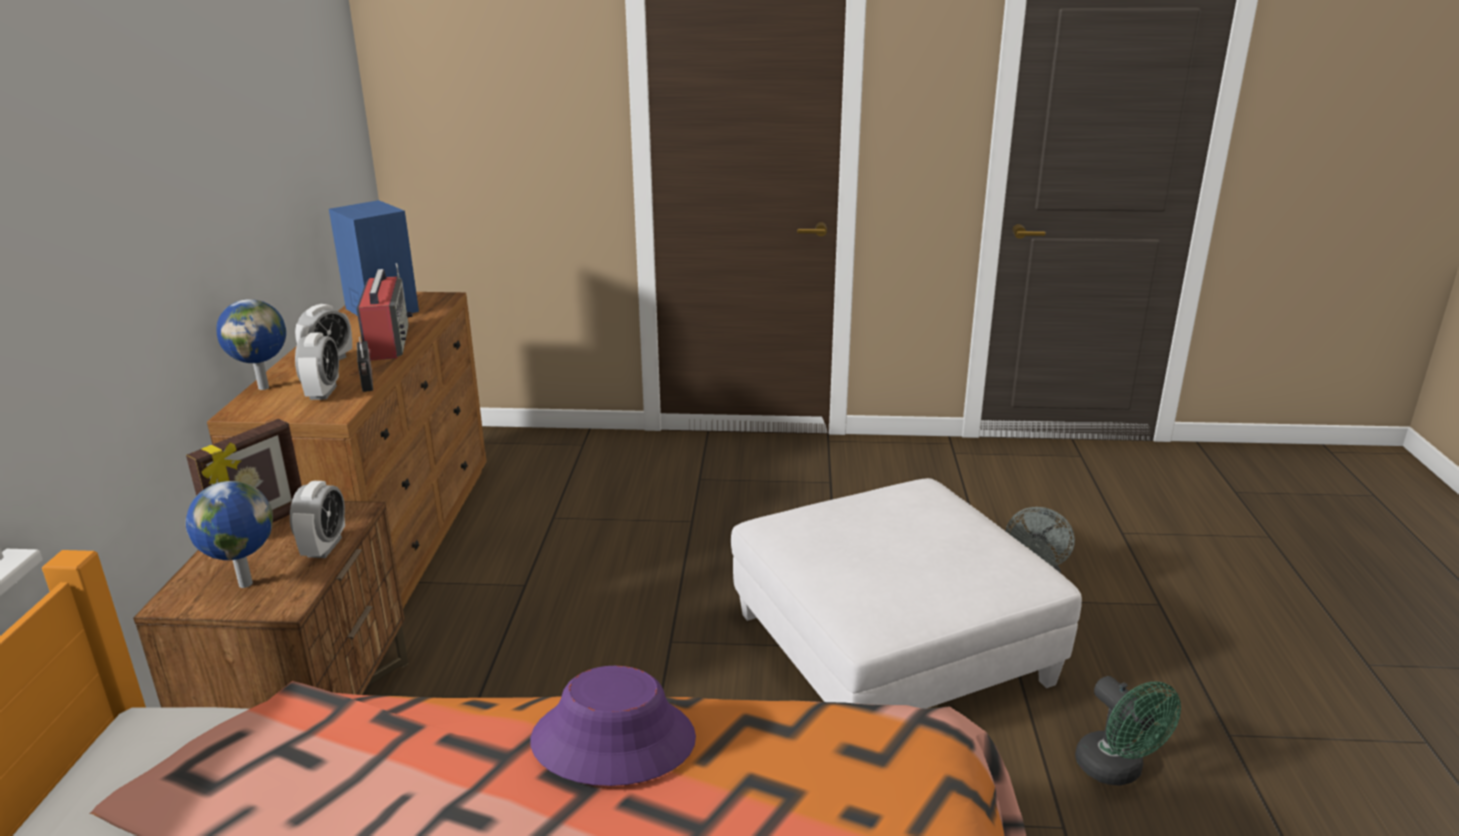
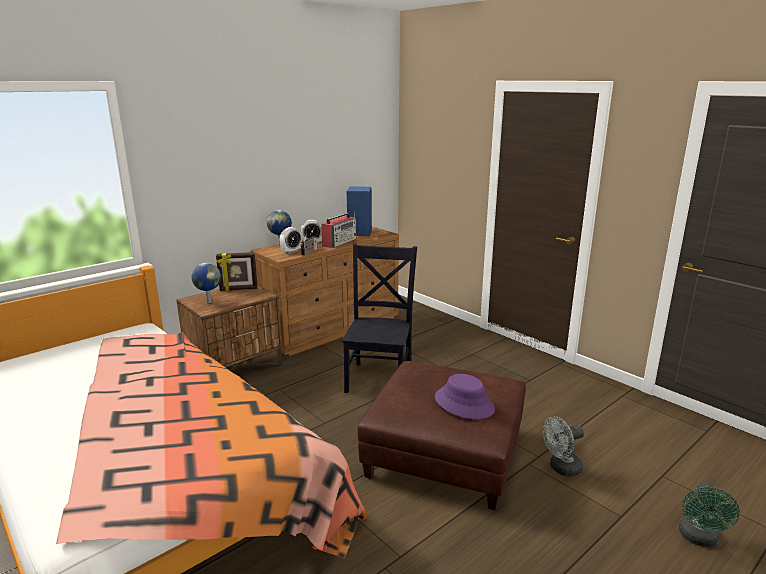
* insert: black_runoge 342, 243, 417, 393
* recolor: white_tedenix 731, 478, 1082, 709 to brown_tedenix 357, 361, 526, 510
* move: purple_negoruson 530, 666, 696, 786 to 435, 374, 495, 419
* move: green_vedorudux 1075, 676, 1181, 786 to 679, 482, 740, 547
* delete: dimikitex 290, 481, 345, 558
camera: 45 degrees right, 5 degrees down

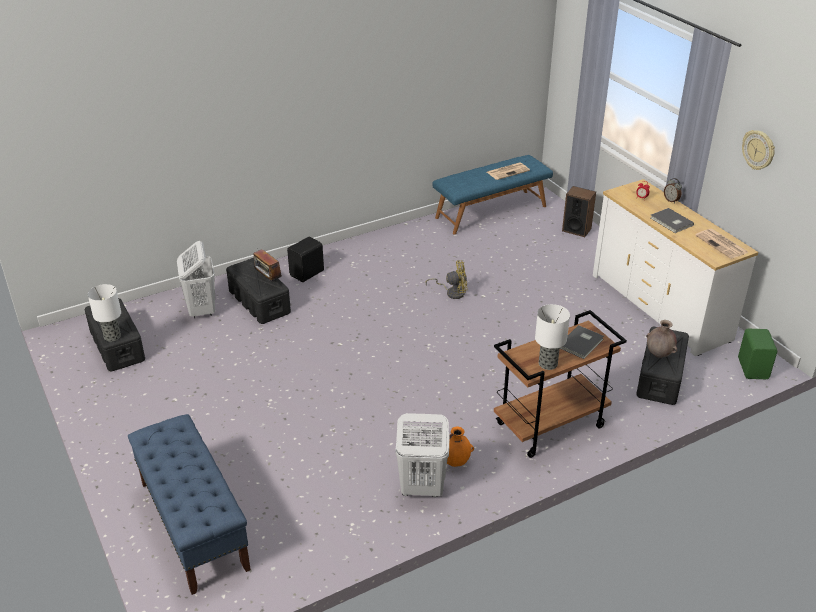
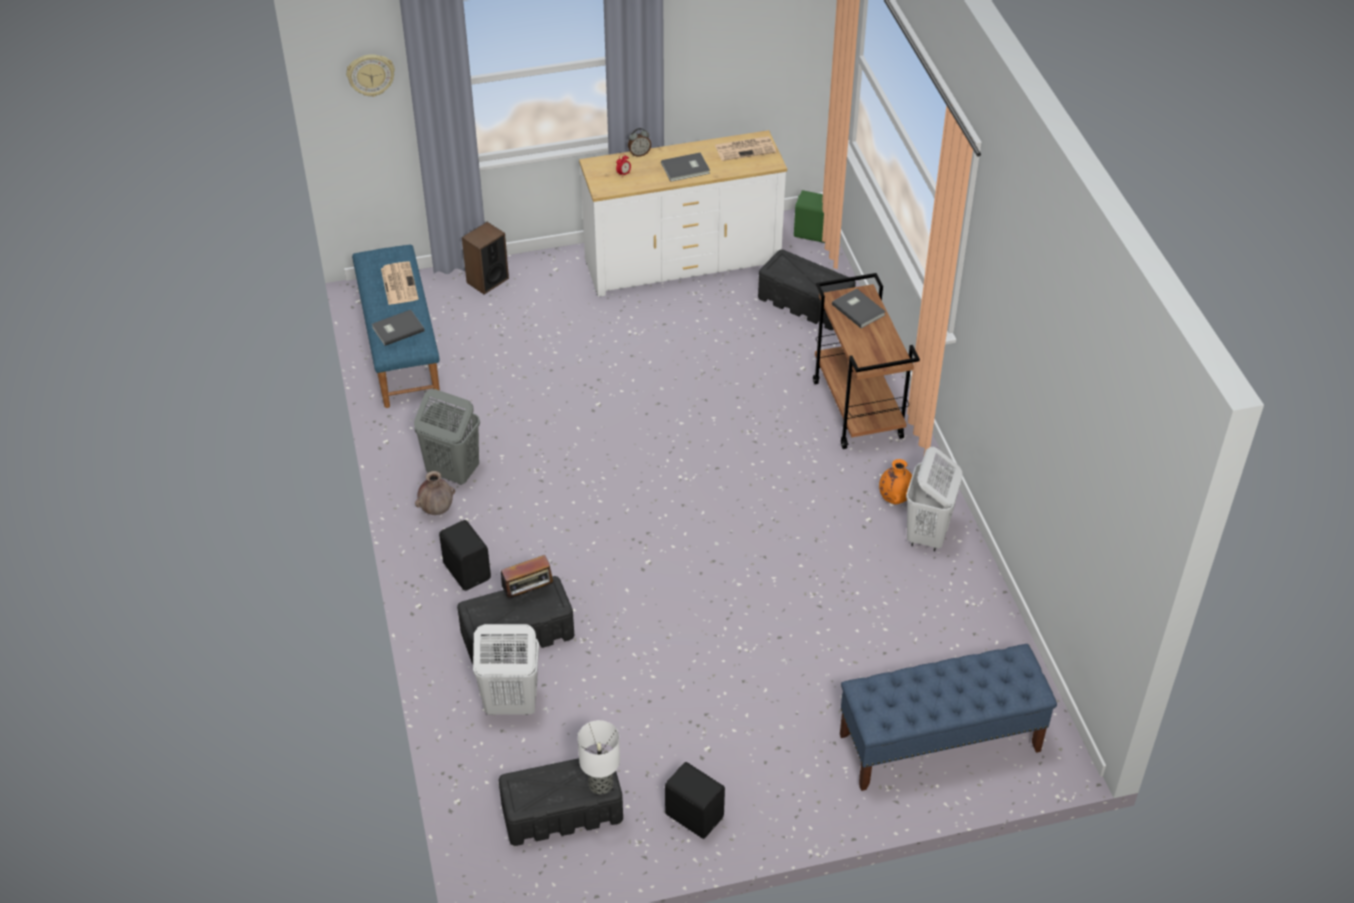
* move: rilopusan 742, 130, 775, 170 to 346, 54, 395, 97
* insert: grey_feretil 372, 310, 425, 346
* insert: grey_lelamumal 414, 389, 480, 485
* move: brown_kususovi 646, 320, 677, 358 to 415, 471, 455, 515
* insert: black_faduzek 665, 762, 725, 839
* delete: yellow_vedorudux 425, 260, 468, 299
* delete: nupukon 535, 304, 570, 370
camera: 75 degrees left, 10 degrees up

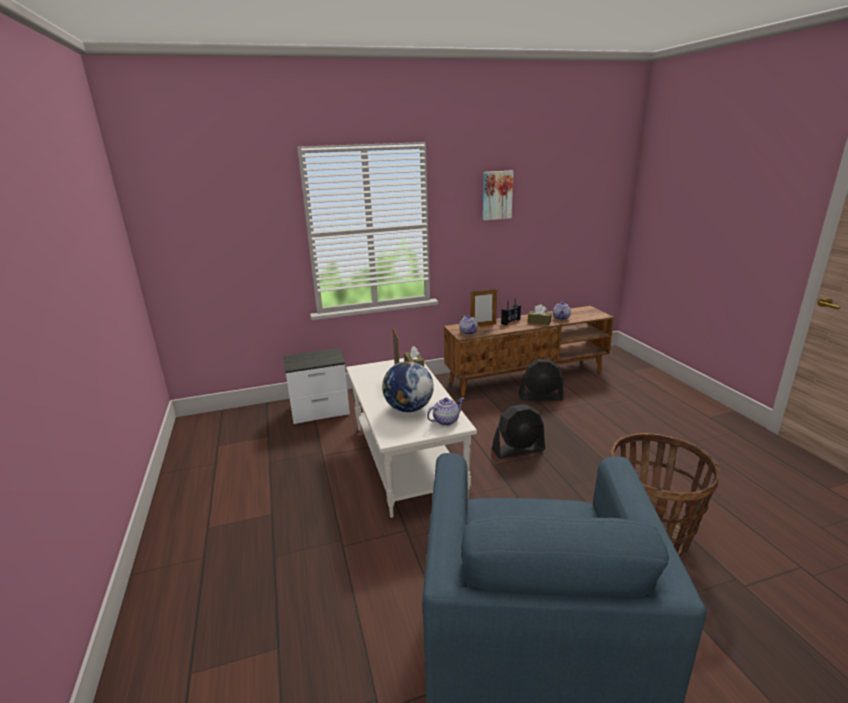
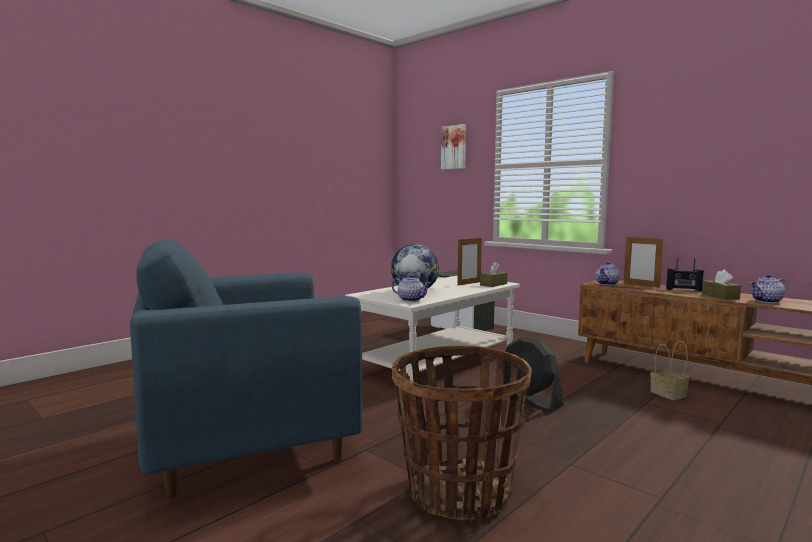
* move: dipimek 483, 171, 514, 220 to 441, 124, 466, 170
* replace: black_vedorudux 519, 359, 564, 401 to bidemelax 650, 341, 689, 400
camera: 60 degrees right, 15 degrees down

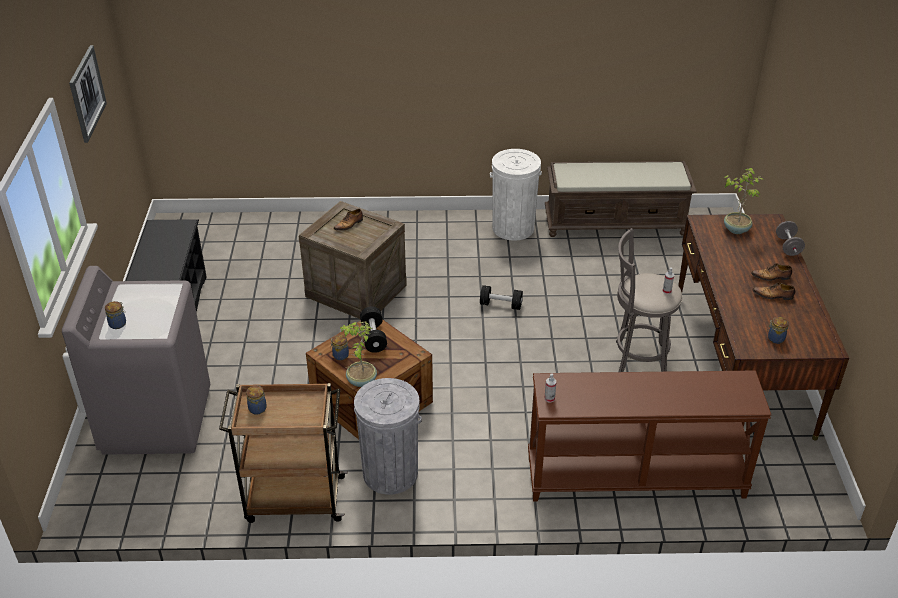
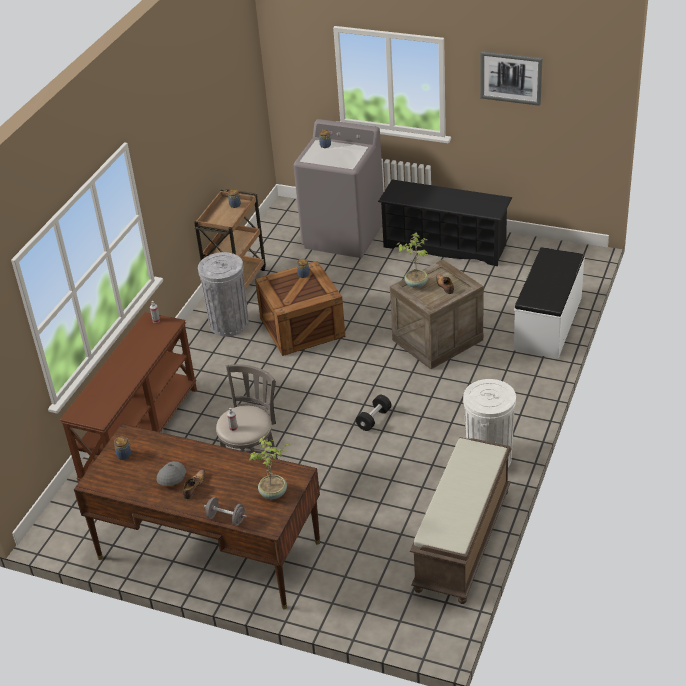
* replace: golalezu 752, 282, 795, 300 to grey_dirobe 157, 461, 186, 486
* move: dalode 340, 322, 377, 387 to 396, 233, 428, 288
* insert: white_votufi 514, 247, 585, 359
* delete: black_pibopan 360, 307, 387, 353
camera: 115 degrees right, 0 degrees up

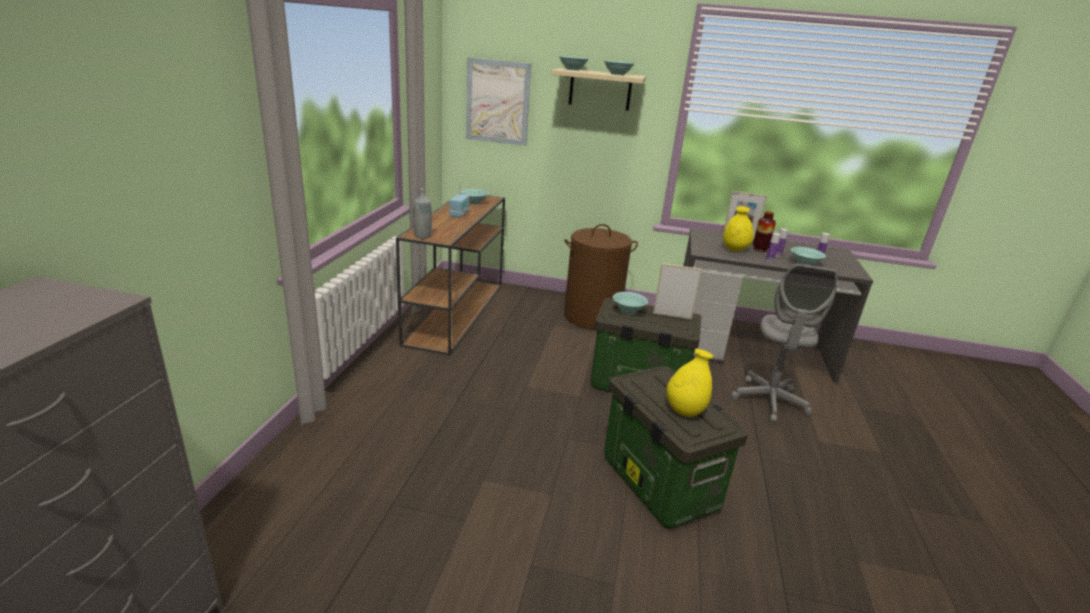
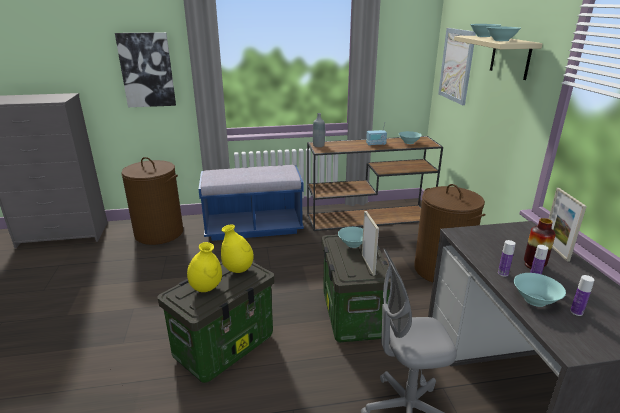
* insert: dipimek 115, 32, 176, 107
* insert: brown_lelamumal 122, 157, 183, 245
* insert: blue_votufi 198, 165, 304, 241
* move: yellow_kususovi 723, 206, 754, 252 to 221, 224, 254, 273
camera: 70 degrees right, 0 degrees up

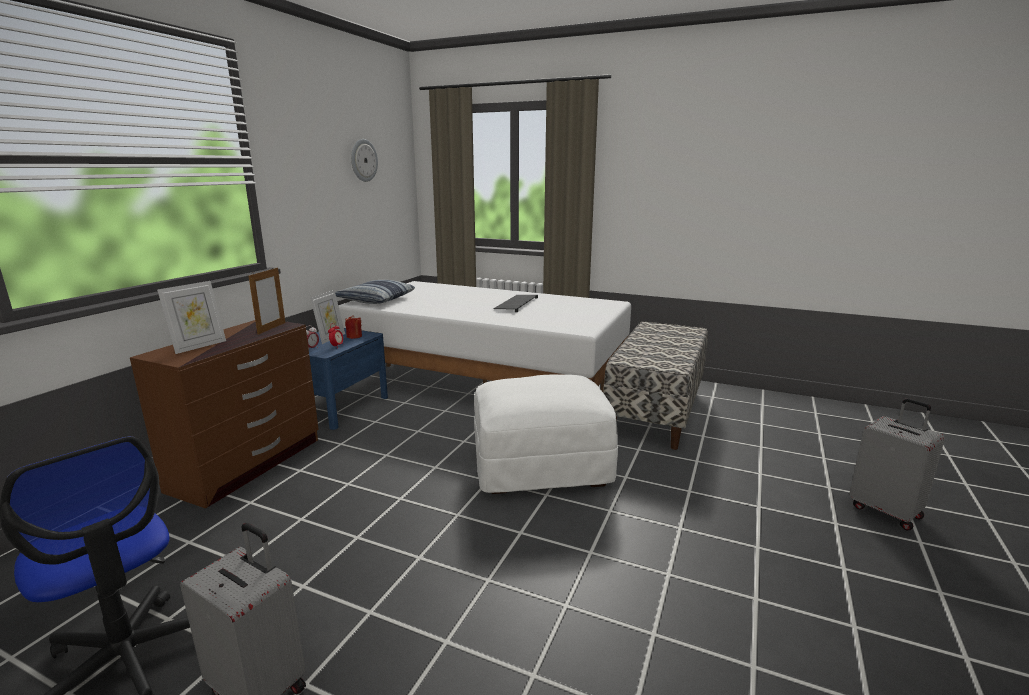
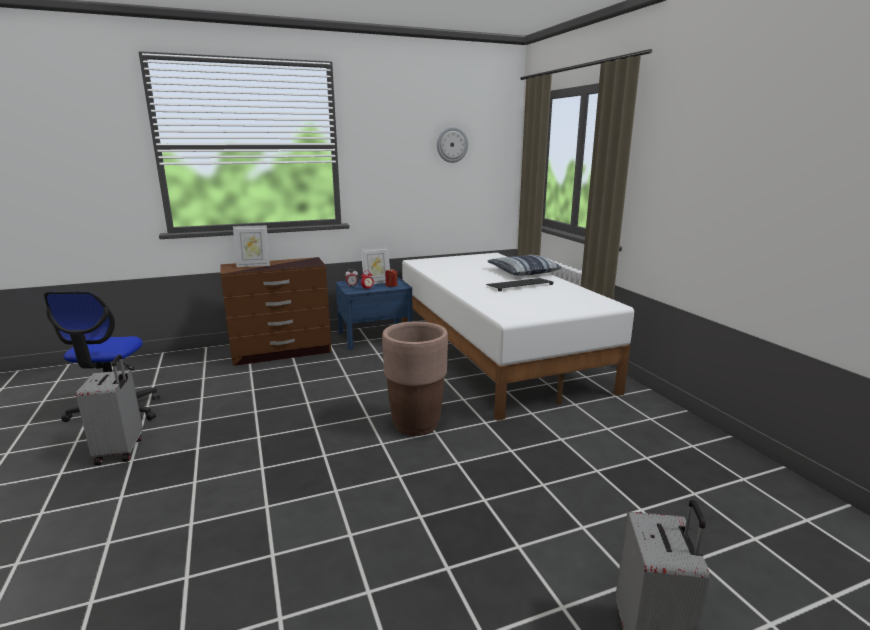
* replace: white_tedenix 474, 374, 618, 494 to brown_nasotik 382, 321, 448, 436
* move: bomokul 335, 280, 415, 304 to 488, 255, 561, 276
* delete: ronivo 249, 267, 285, 335
* delete: votufi 603, 321, 708, 450
camera: 45 degrees right, 0 degrees up

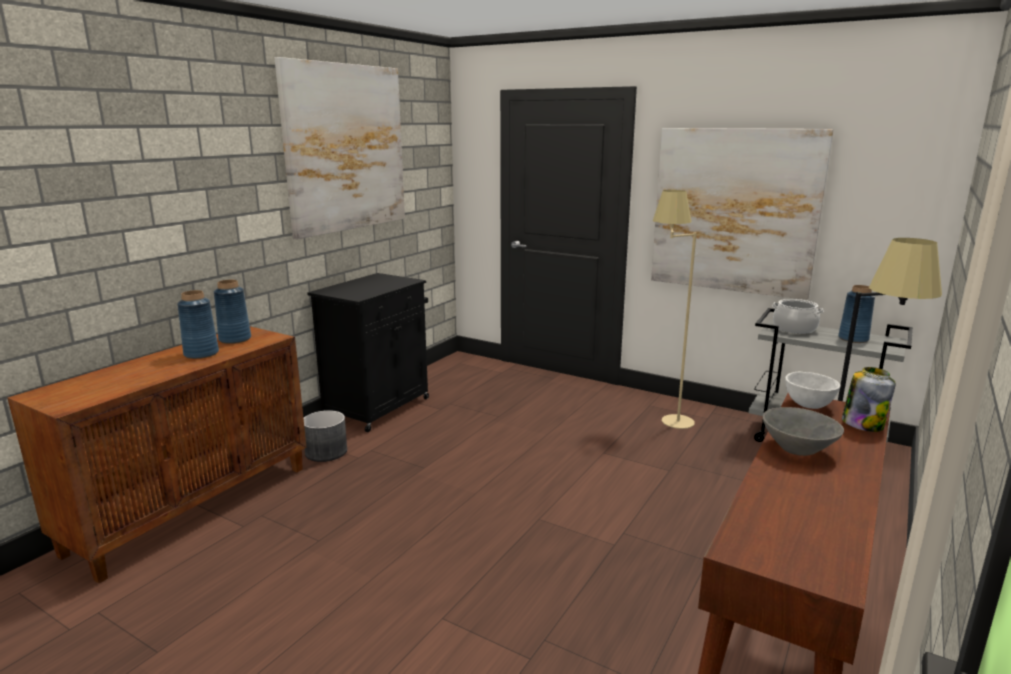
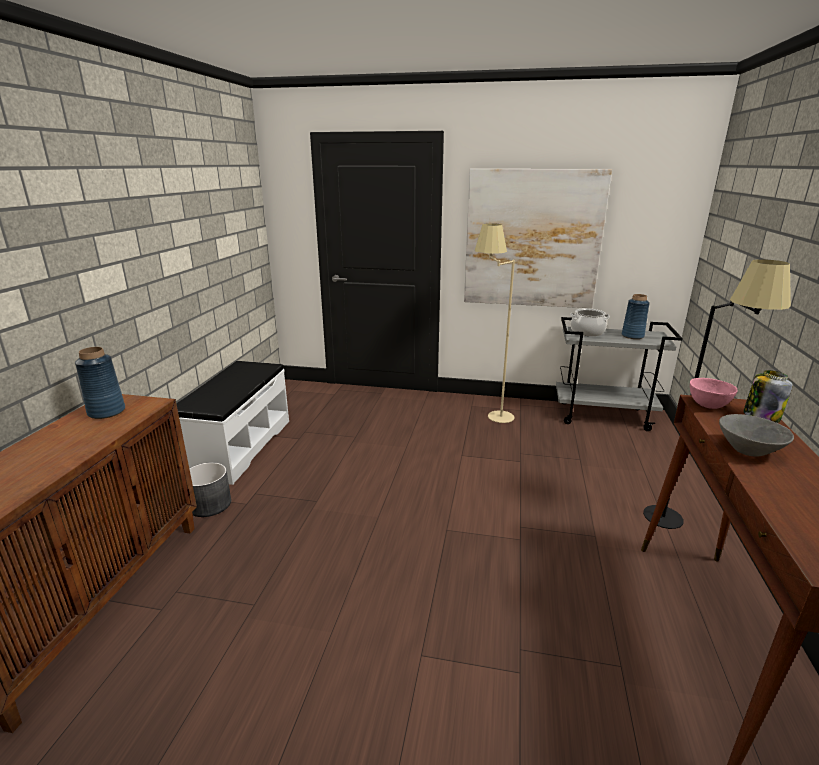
* replace: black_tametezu 307, 273, 429, 432 to white_votufi 176, 361, 289, 485
* recolor: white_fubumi 785, 372, 840, 409 to pink_fubumi 690, 378, 738, 409
* delete: blue_kususovi 177, 290, 219, 359
* delete: dipimek 275, 57, 405, 239
camera: 20 degrees left, 5 degrees up

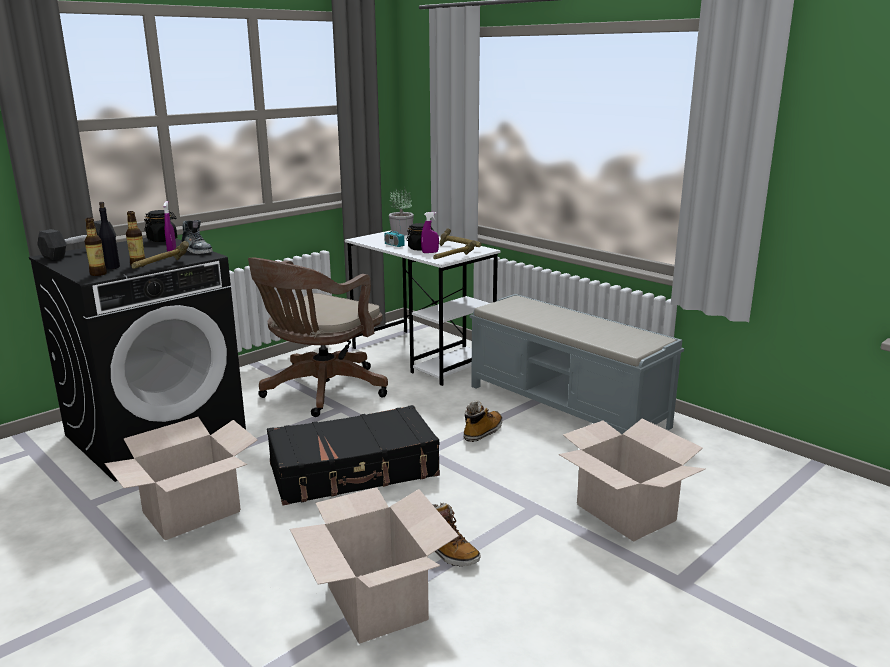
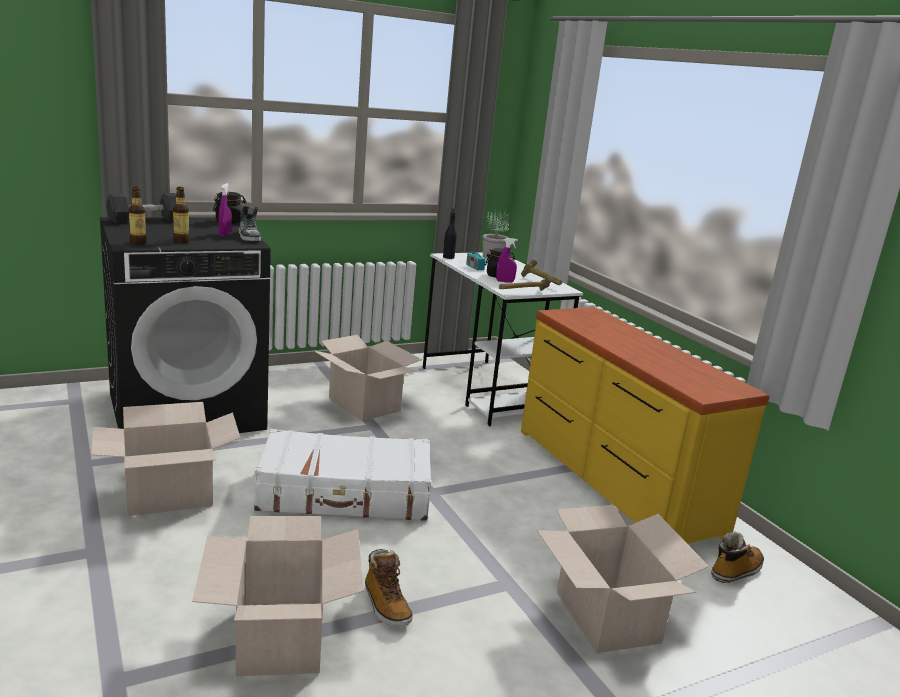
* recolor: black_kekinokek 267, 405, 440, 505 to white_kekinokek 254, 429, 431, 521
* replace: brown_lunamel 248, 258, 388, 417 to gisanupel 313, 335, 422, 421
* move: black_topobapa 99, 202, 120, 269 to 443, 208, 457, 259
* replace: grey_votufi 470, 294, 684, 434 to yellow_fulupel 521, 307, 770, 544
* move: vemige 464, 401, 502, 442 to 711, 531, 764, 583
* delete: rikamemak 131, 241, 189, 269
camera: 15 degrees right, 0 degrees up

